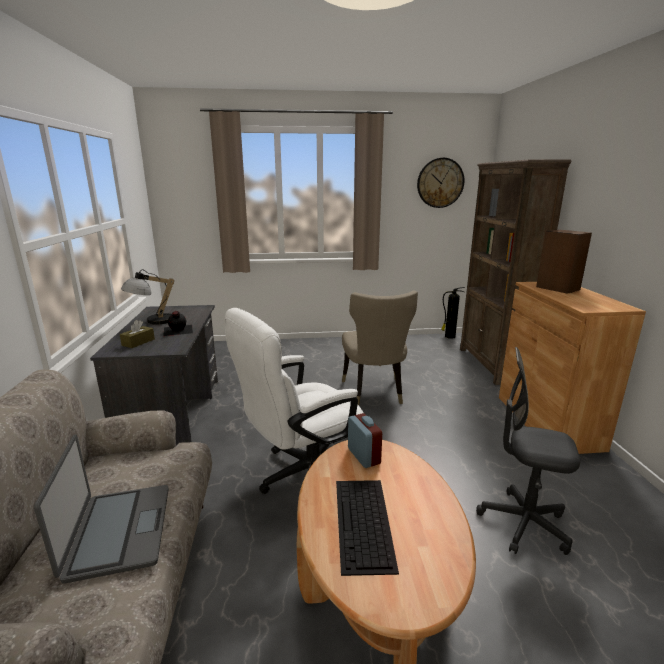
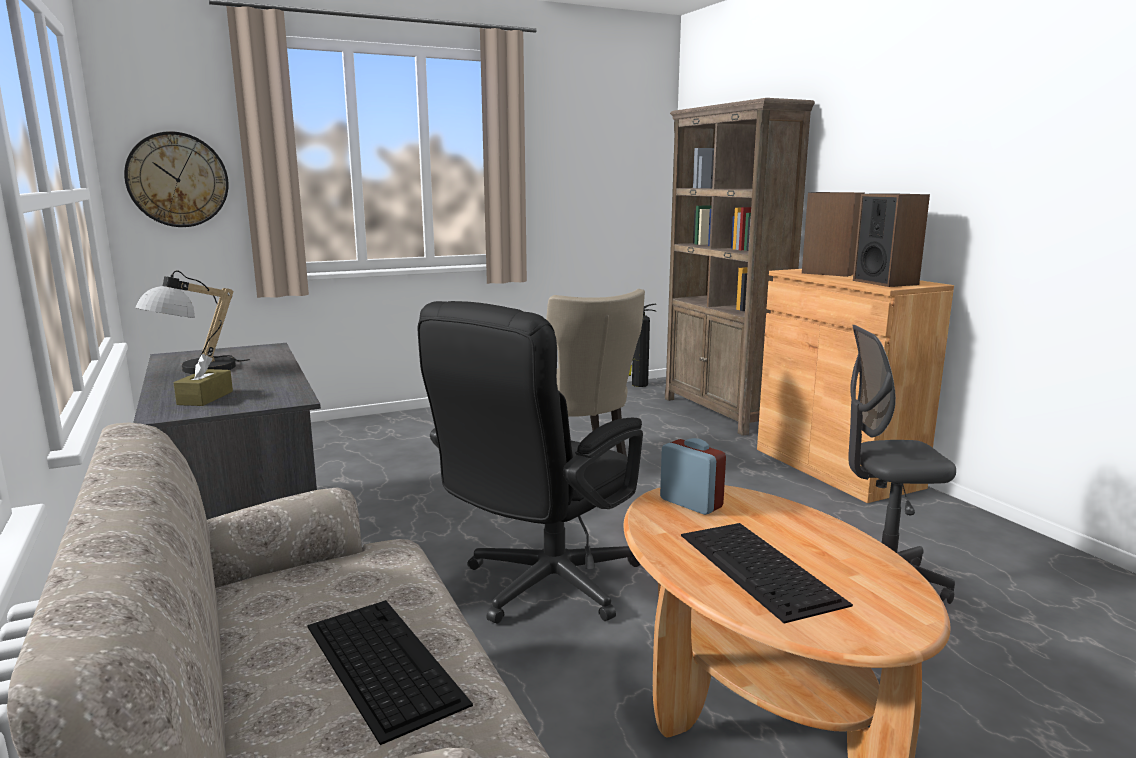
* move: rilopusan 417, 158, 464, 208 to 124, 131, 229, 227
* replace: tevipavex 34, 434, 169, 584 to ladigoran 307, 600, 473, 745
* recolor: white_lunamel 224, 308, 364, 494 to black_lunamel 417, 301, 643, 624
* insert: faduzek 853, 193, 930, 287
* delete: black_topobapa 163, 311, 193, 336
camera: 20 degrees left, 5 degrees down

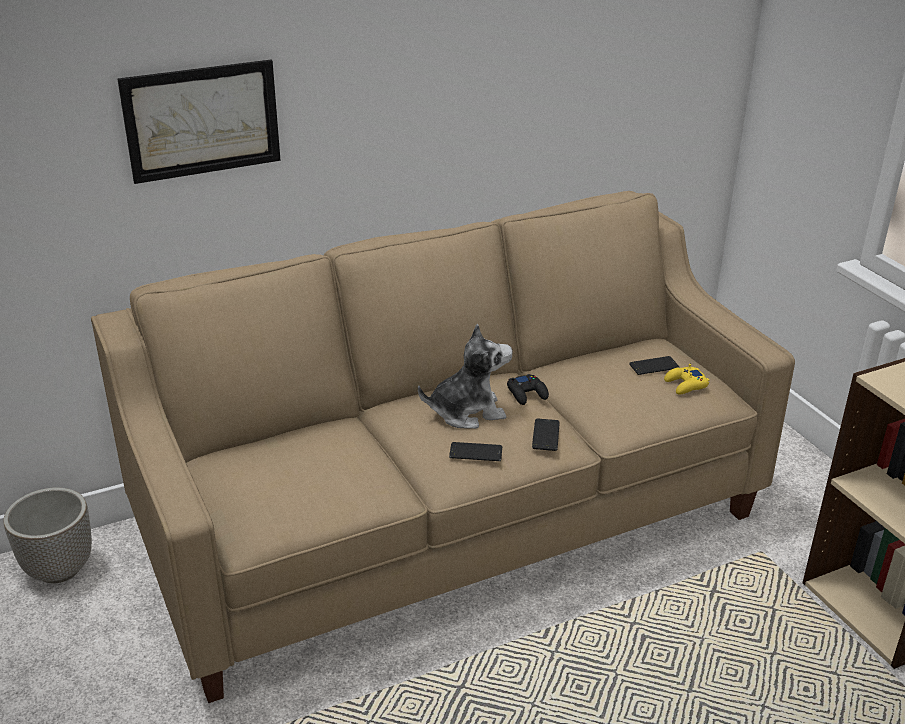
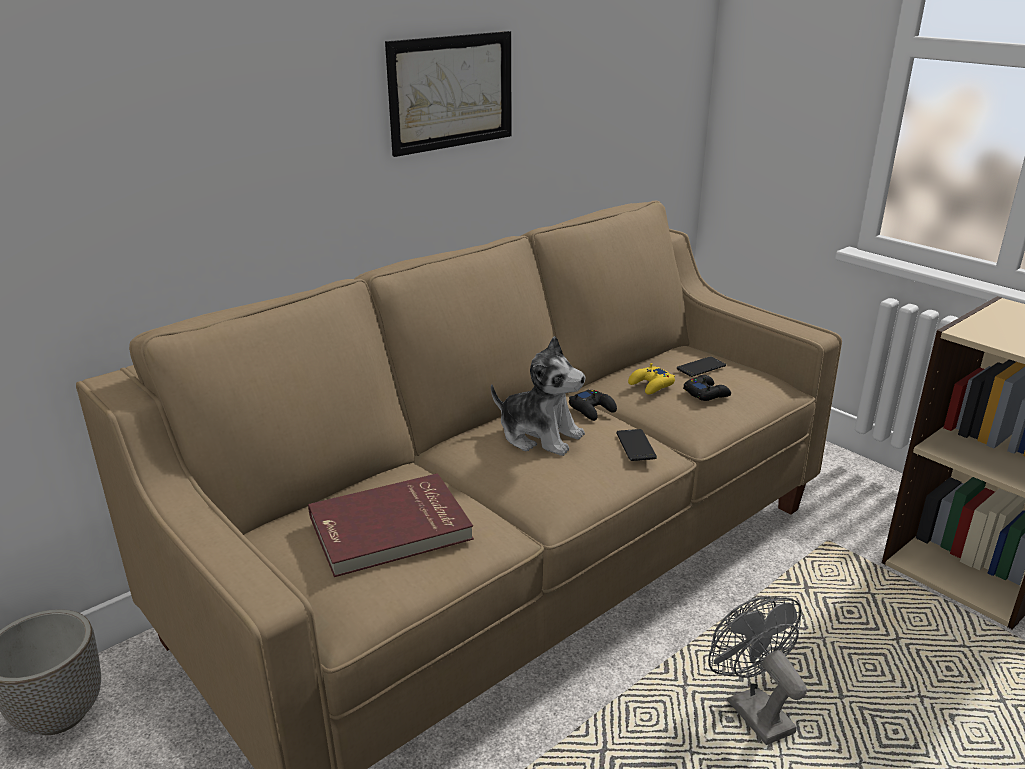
* insert: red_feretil 308, 473, 474, 577
* move: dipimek 117, 60, 281, 184 to 385, 31, 512, 157
* rotate: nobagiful 418, 324, 513, 429 = 491, 336, 586, 456 60 degrees clockwise
* move: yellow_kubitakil 664, 364, 709, 395 to 628, 363, 675, 394
* insert: black_kubitakil 683, 375, 731, 401
* insert: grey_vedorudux 708, 597, 807, 745
* delete: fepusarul 449, 442, 502, 461
camera: 15 degrees left, 5 degrees down

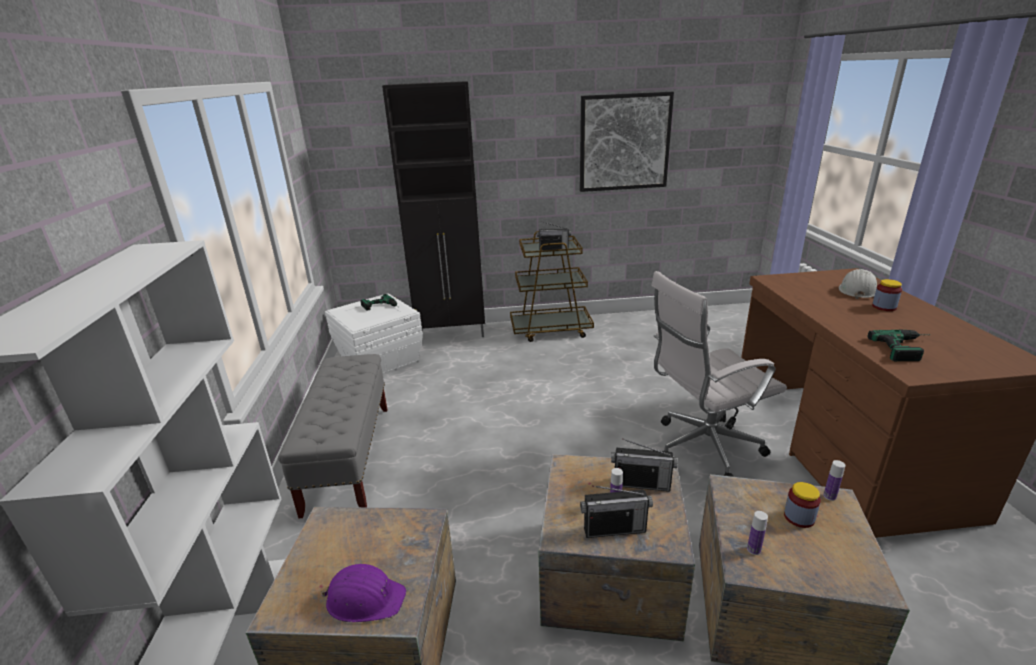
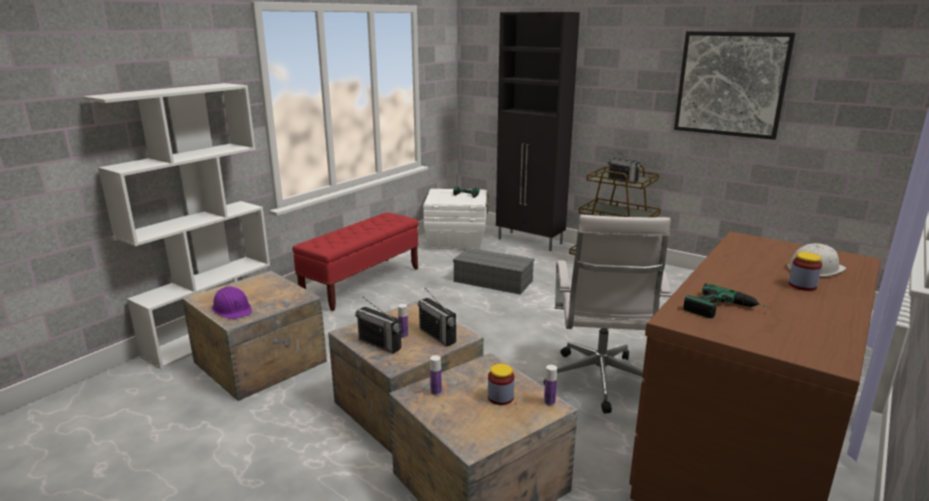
* recolor: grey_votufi 278, 354, 387, 519 to red_votufi 292, 213, 419, 311
* insert: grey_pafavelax 453, 248, 534, 295
* rotate: white_lunamel 651, 271, 787, 477 = 544, 215, 671, 413 105 degrees counterclockwise
camera: 40 degrees right, 5 degrees down

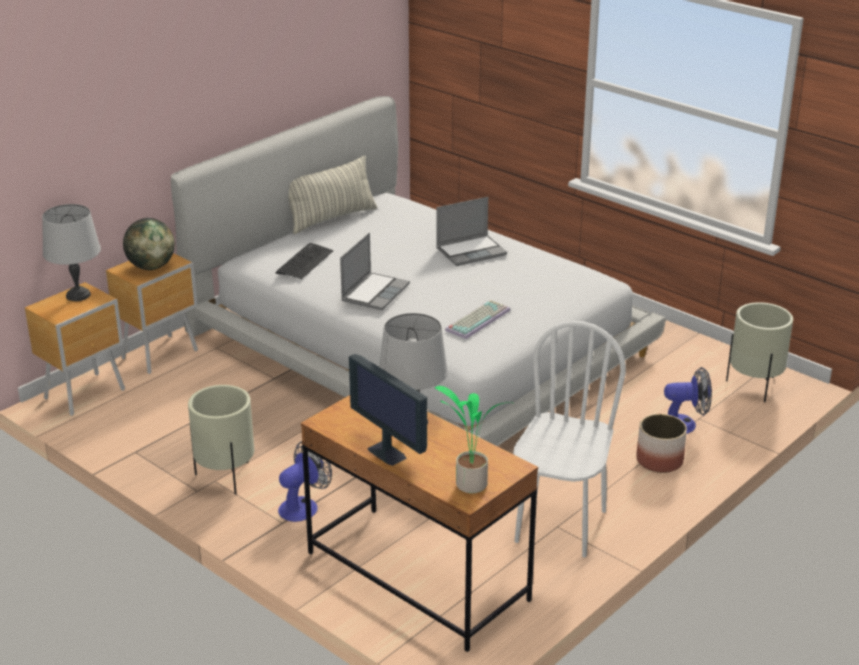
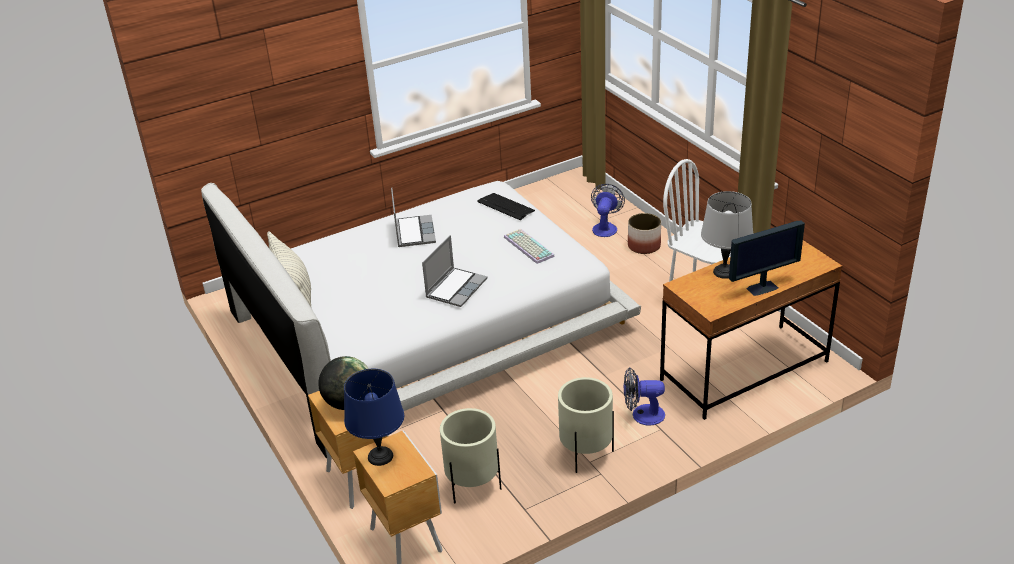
* recolor: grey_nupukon 42, 204, 101, 301 to blue_nupukon 344, 369, 404, 466
* rotate: tevipavex 340, 233, 410, 310 = 422, 235, 487, 307 75 degrees clockwise
* move: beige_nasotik 726, 302, 793, 402 to 440, 408, 501, 504
* move: ladigoran 276, 243, 334, 279 to 477, 193, 535, 220
* rotate: vedorudux 278, 441, 332, 522 = 624, 367, 665, 426 60 degrees counterclockwise
* delete: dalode 435, 386, 515, 493
camera: 70 degrees left, 5 degrees up

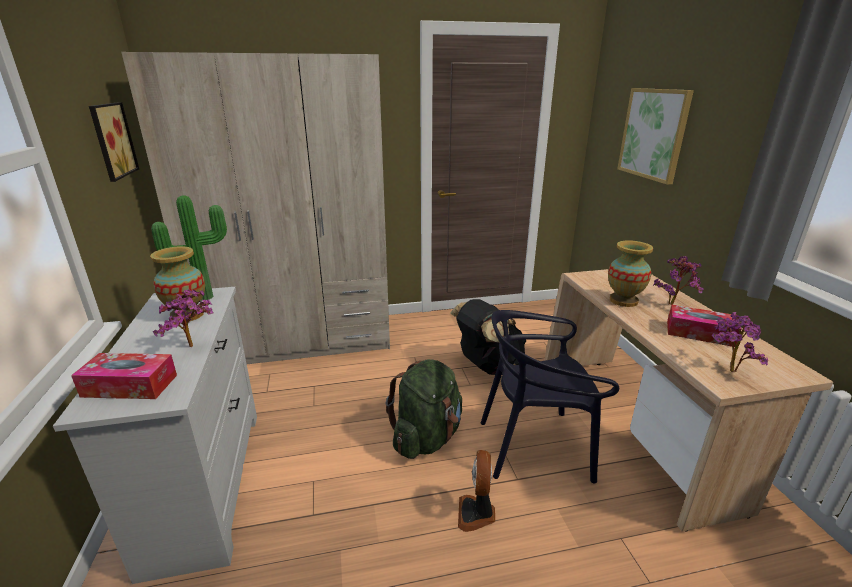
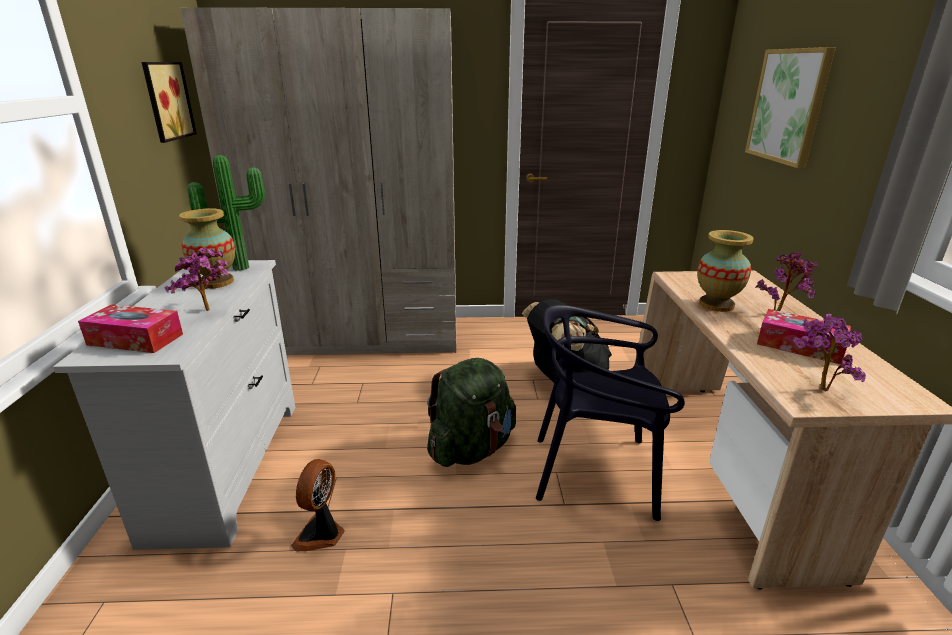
* move: vedorudux 458, 450, 495, 532 to 291, 459, 345, 551
camera: 10 degrees right, 0 degrees up

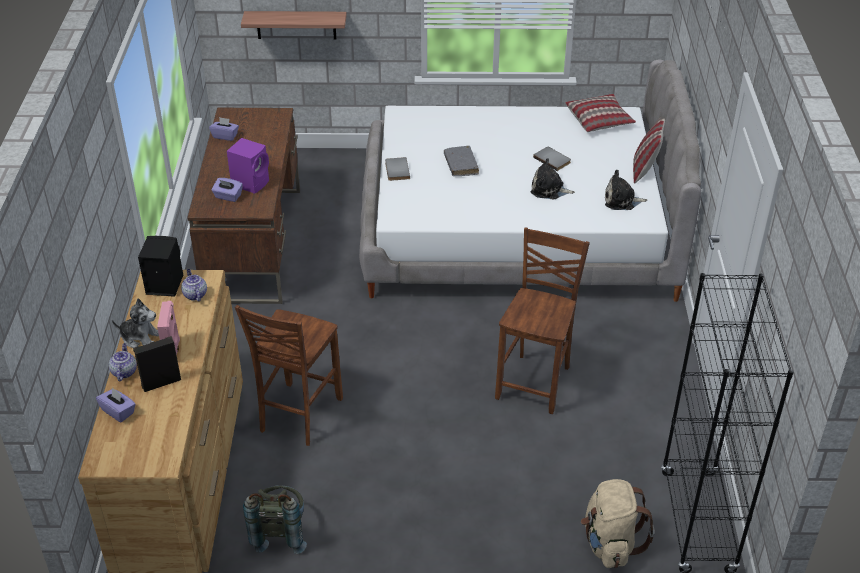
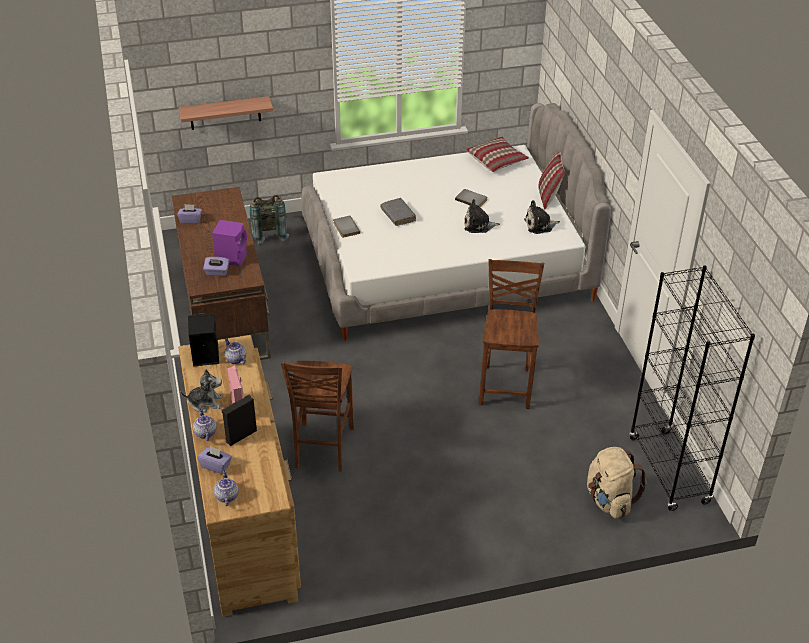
* insert: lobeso 214, 470, 239, 506
* move: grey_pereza 243, 485, 307, 554 to 250, 195, 289, 244
camera: 15 degrees left, 0 degrees up

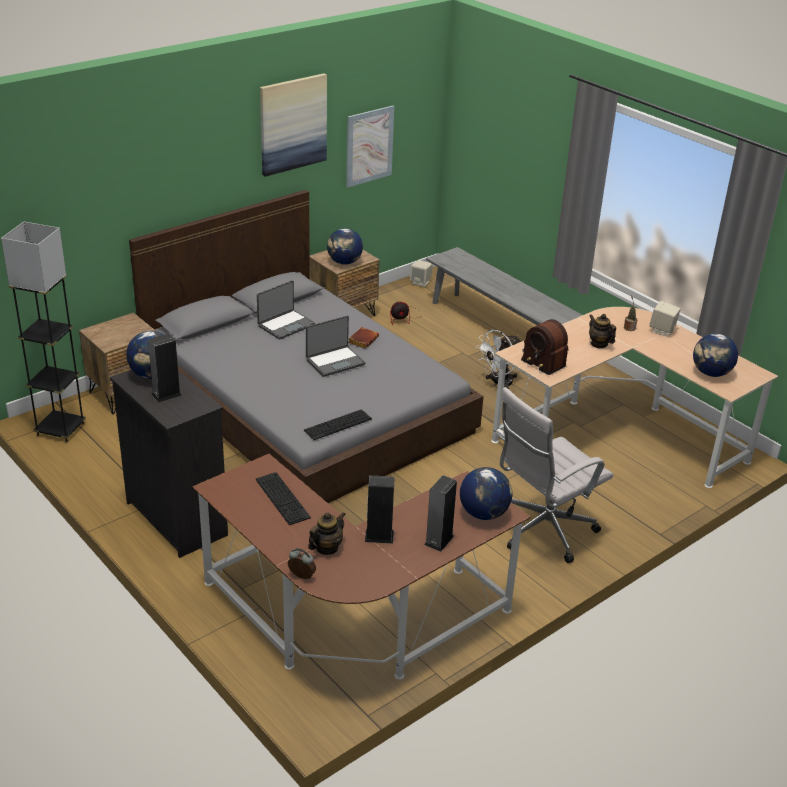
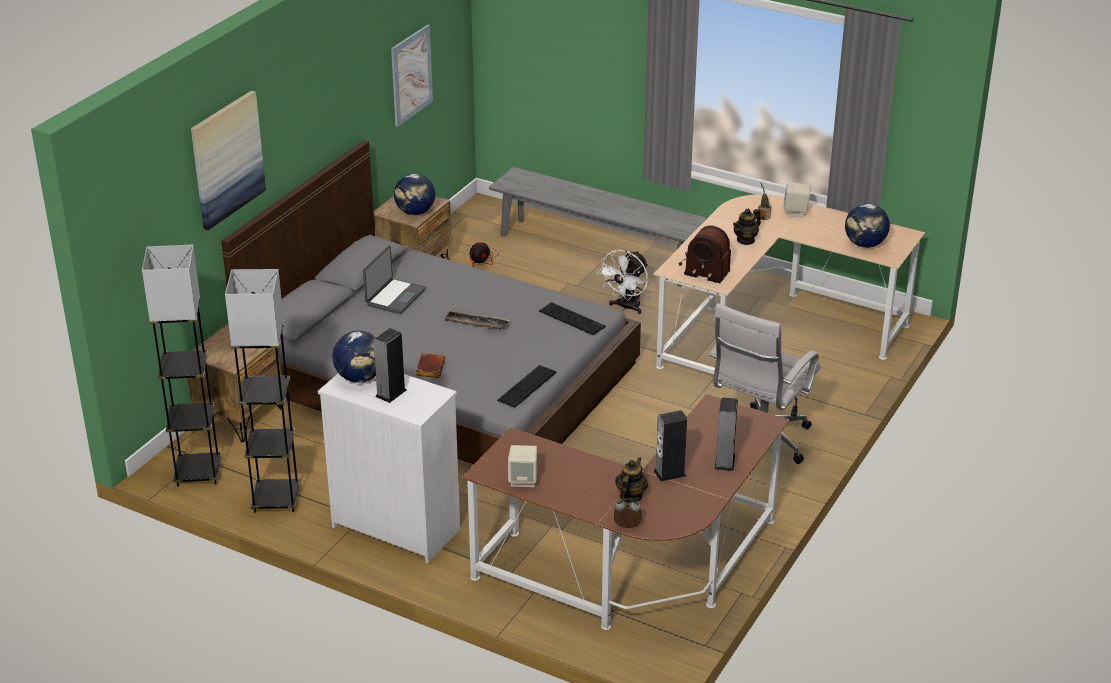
* move: dipimek 260, 73, 327, 177 to 191, 91, 266, 230
* insert: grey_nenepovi 225, 269, 300, 513
* recolor: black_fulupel 110, 369, 228, 558 to white_fulupel 318, 373, 460, 563
* move: brown_feretil 348, 327, 379, 349 to 416, 353, 445, 378
* replace: tevipavex 306, 316, 365, 377 to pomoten 443, 310, 510, 329
* move: beige_faduzek 410, 260, 433, 287 to 508, 445, 537, 487
* move: ladigoran 255, 472, 311, 525 to 539, 302, 606, 335
* rotate: lobeso 589, 314, 616, 348 = 733, 208, 761, 245 75 degrees counterclockwise
* delete: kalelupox 460, 467, 512, 520
camera: 20 degrees left, 0 degrees up

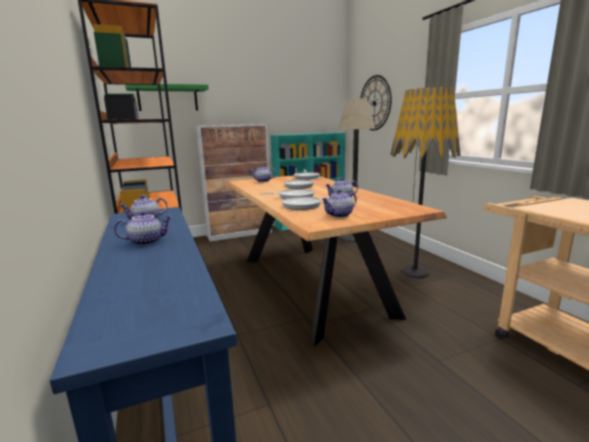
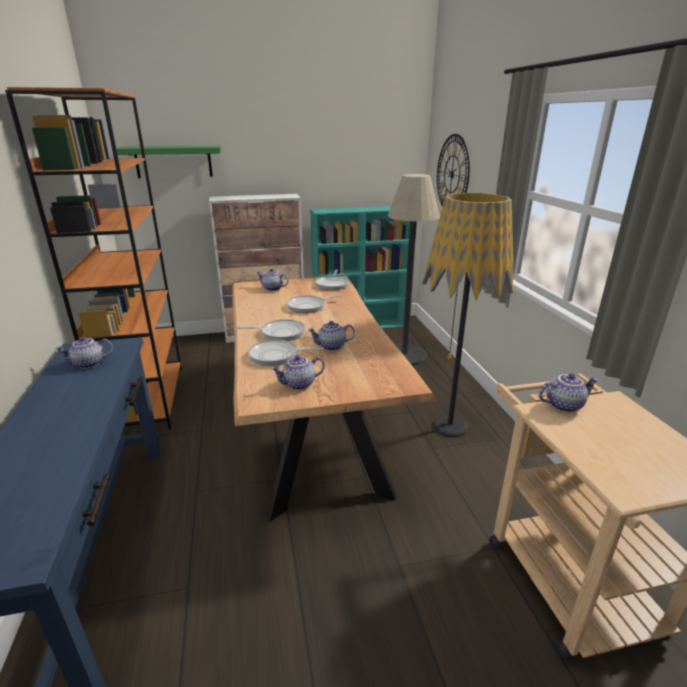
* move: lobeso 114, 211, 172, 246 to 539, 373, 598, 412
camera: 10 degrees right, 10 degrees up

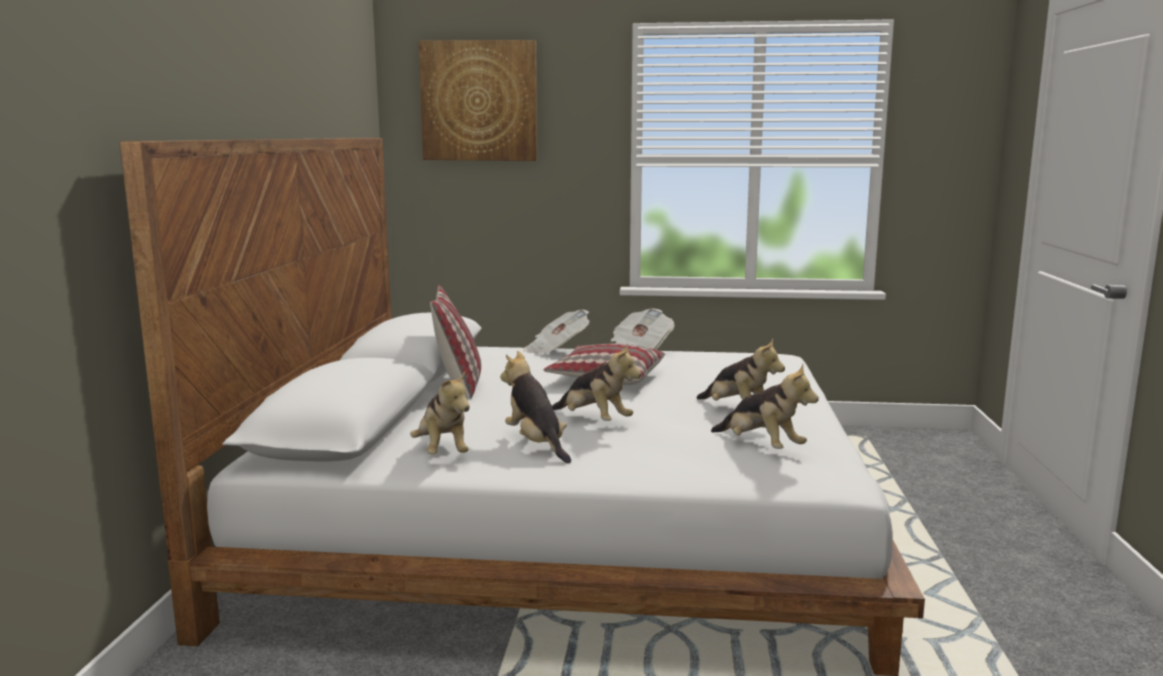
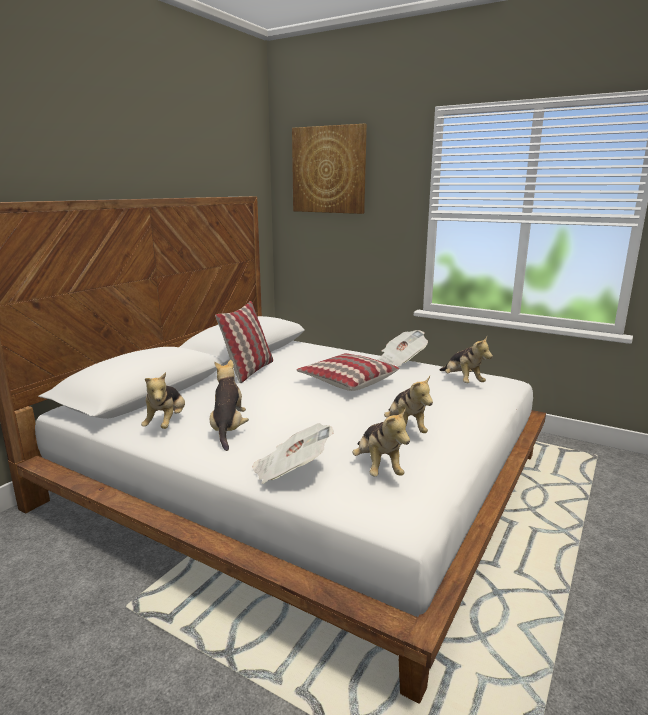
* move: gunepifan 523, 310, 590, 354 to 252, 423, 334, 484
* move: nobagiful 552, 343, 641, 421 to 440, 337, 493, 383
camera: 25 degrees right, 5 degrees up

